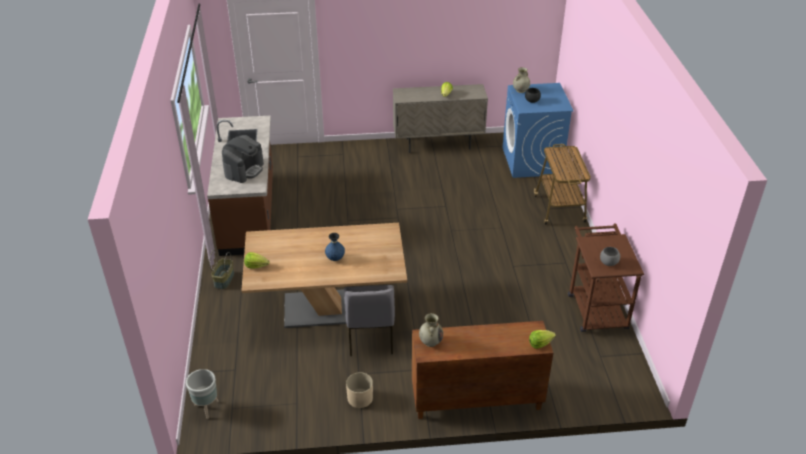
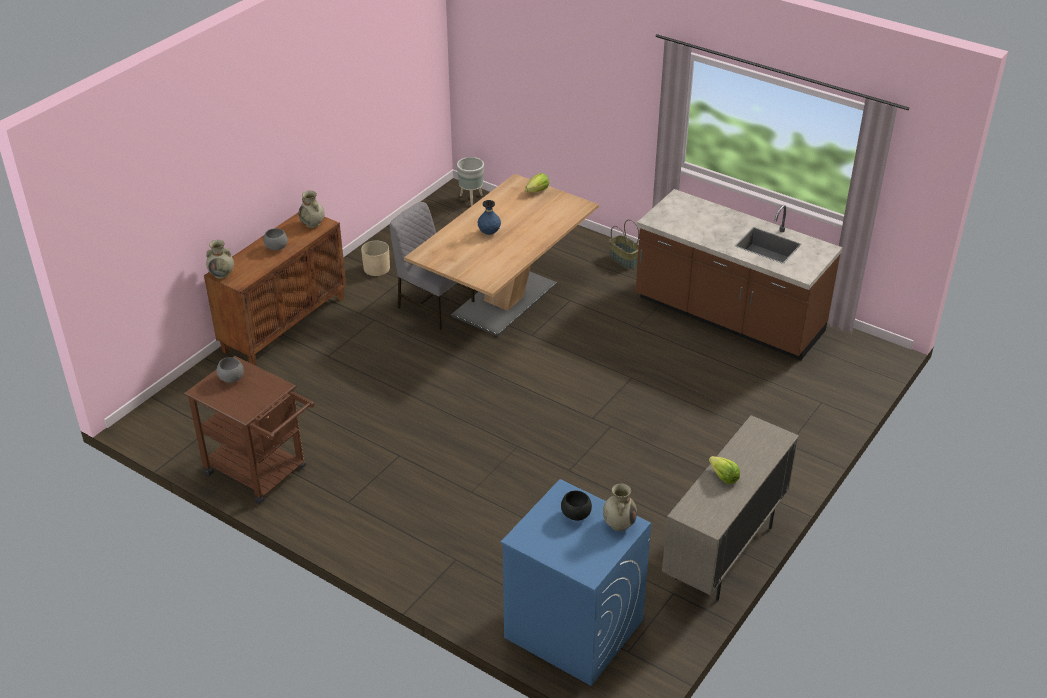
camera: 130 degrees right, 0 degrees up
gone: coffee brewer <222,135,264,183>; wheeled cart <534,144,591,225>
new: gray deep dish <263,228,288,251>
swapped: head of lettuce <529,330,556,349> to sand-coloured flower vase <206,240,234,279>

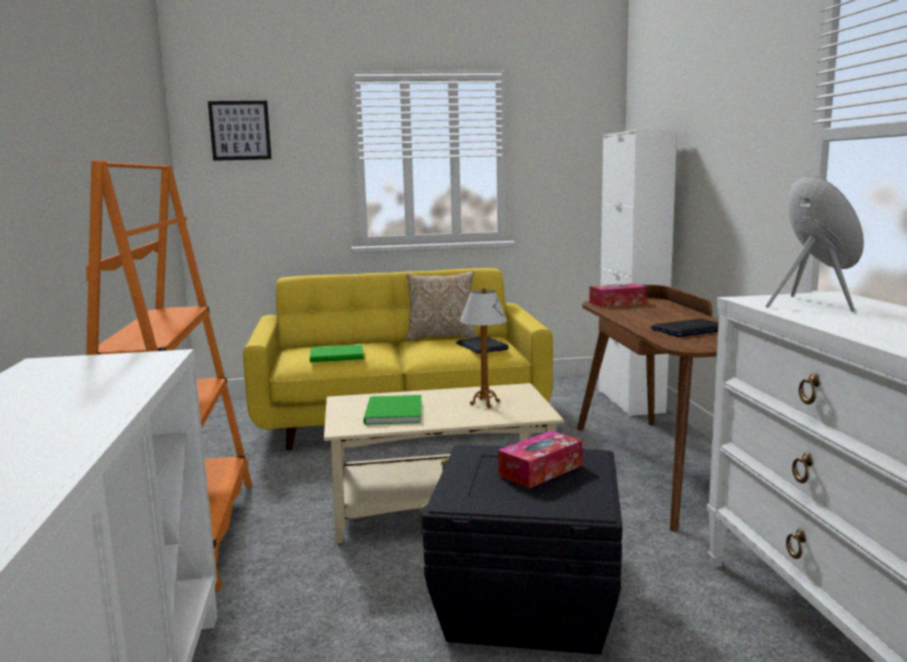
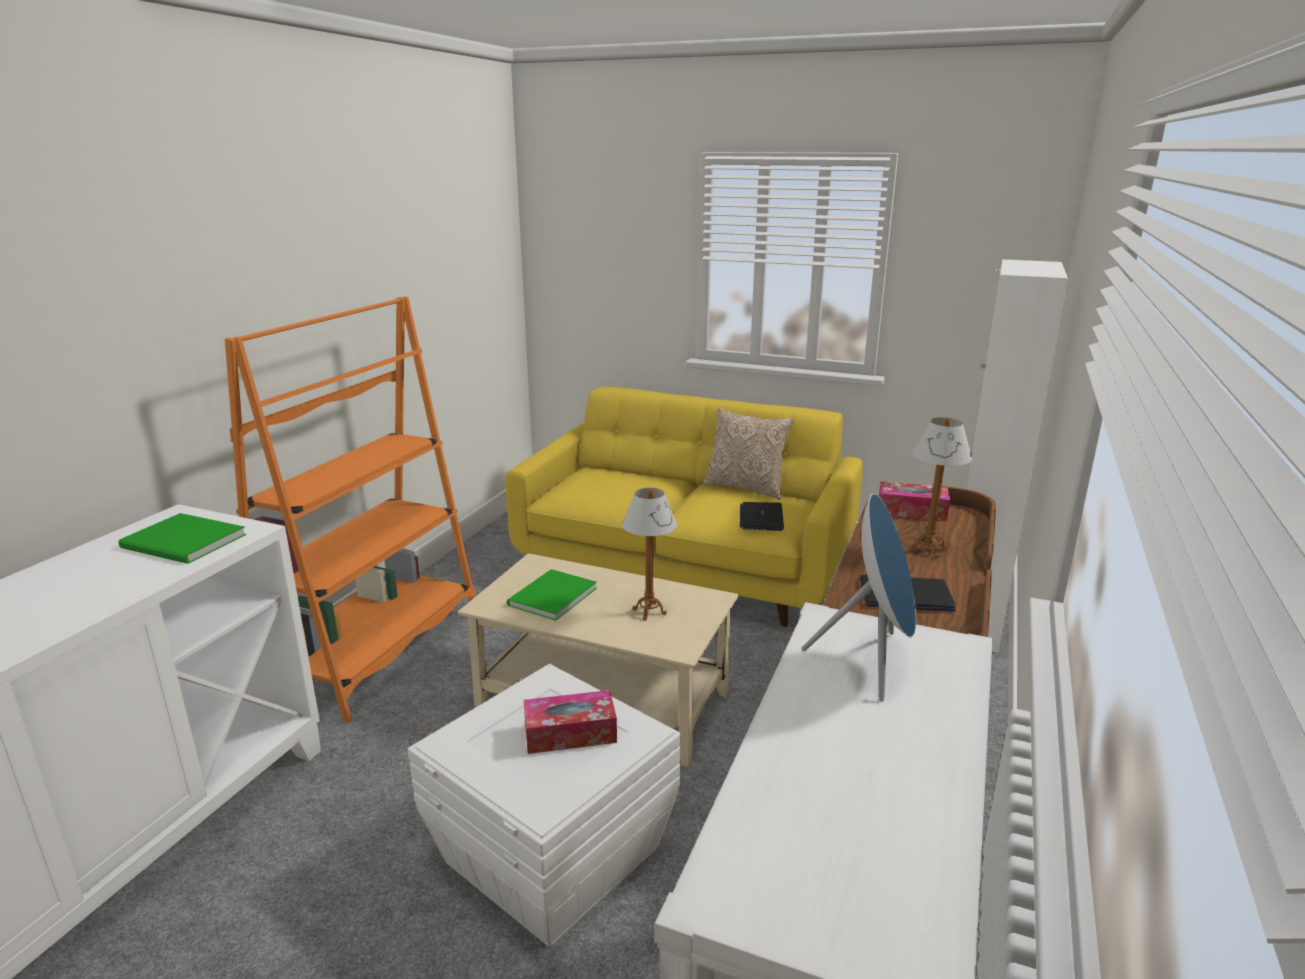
camera: 30 degrees right, 10 degrees up
gone: wall picture <208,101,272,161>
new: lamp for a table <910,417,972,558>
shifted: green bound book <310,344,364,362> to <118,513,246,564>
repainted: black storage bin <419,445,622,655> to white-coloured storage bin <408,664,681,947>

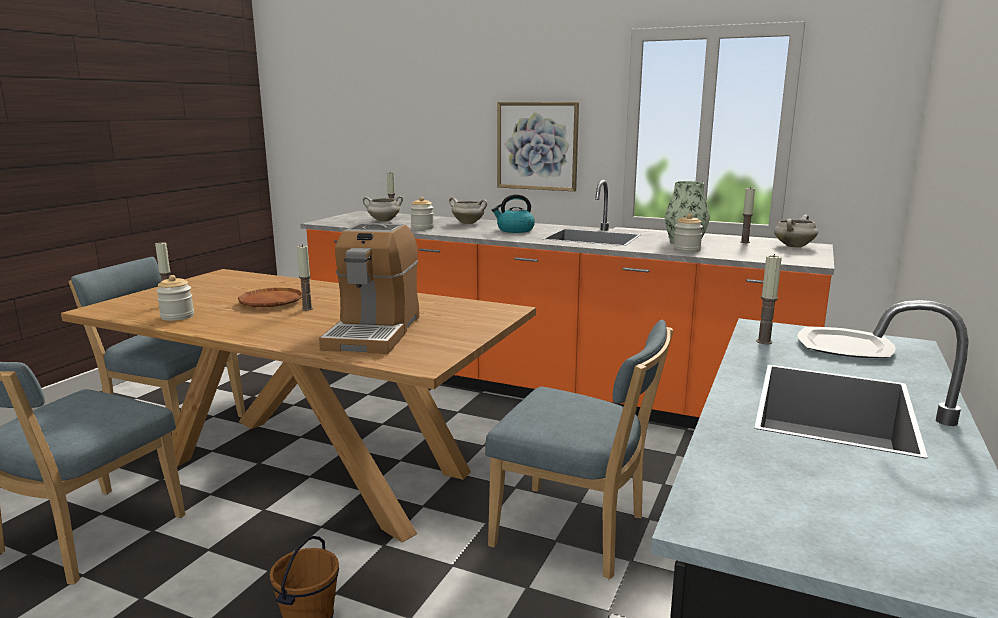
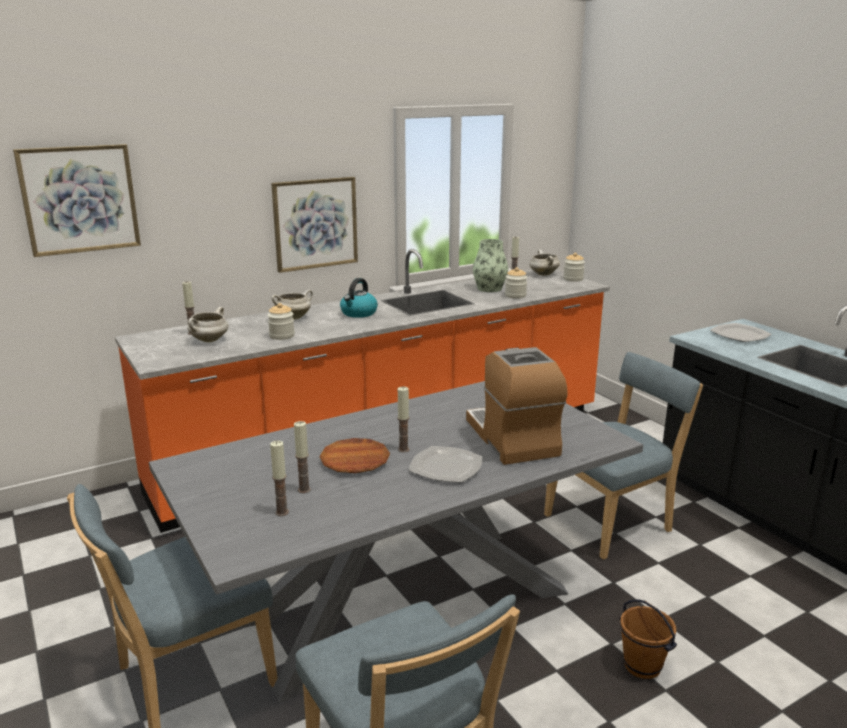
camera: 55 degrees left, 5 degrees up
new: wall picture <13,144,141,257>; plate <409,446,482,483>
shifted: wax light <756,254,782,344> to <294,421,311,493>; jar <156,275,194,321> to <563,253,585,282>
repainted: brown-coloured dinner table <61,269,536,543> to gray dinner table <149,381,643,703>
rotated: coffee brewer <319,223,419,354> = <466,347,568,465> 150 degrees counterclockwise

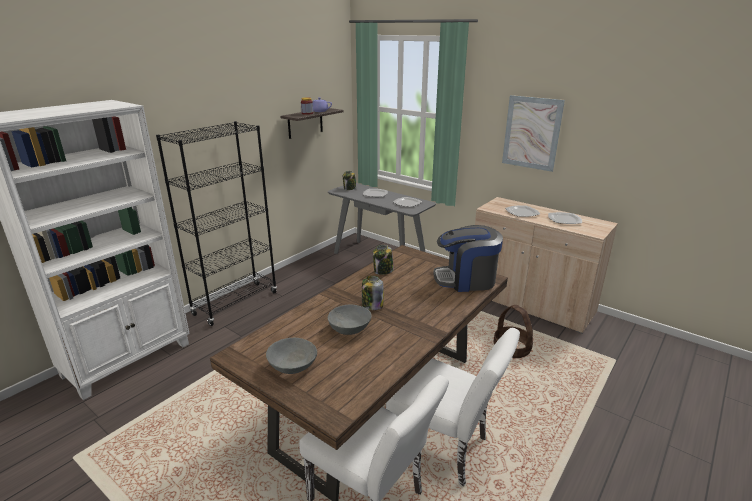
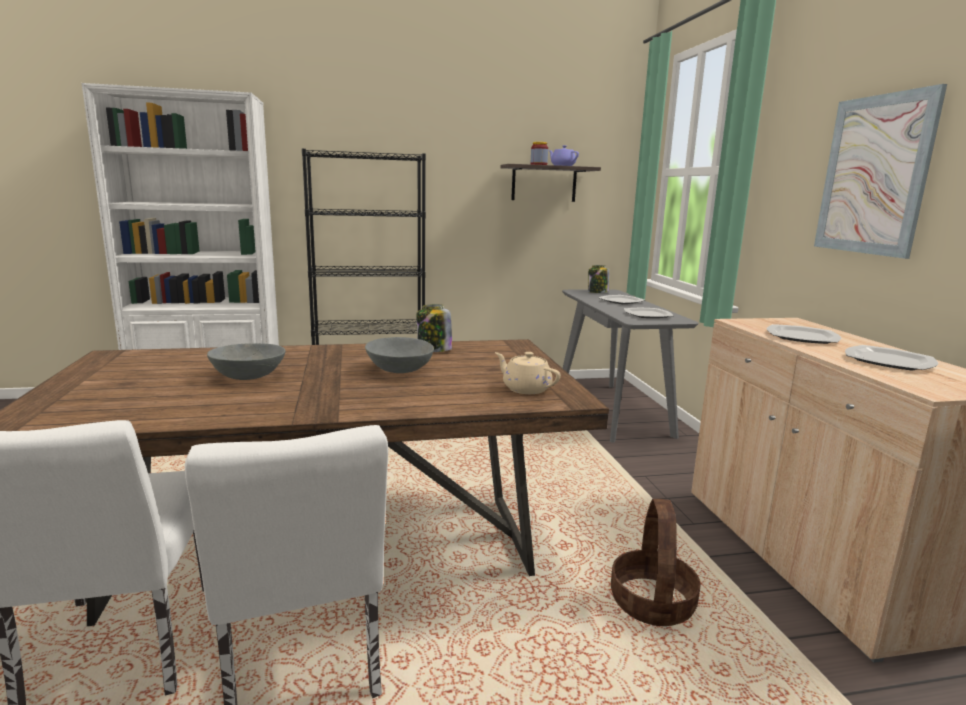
camera: 40 degrees right, 10 degrees down
gone: jar <362,276,383,310>
shifted: gray deep dish <266,338,317,374> to <365,337,434,373>
swapped: coffee brewer <433,225,503,292> to sand-coloured pot for tea <495,352,561,394>

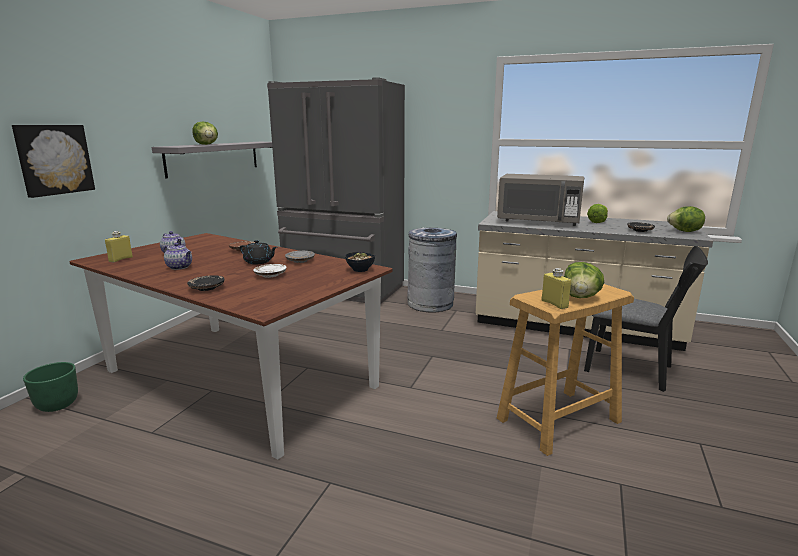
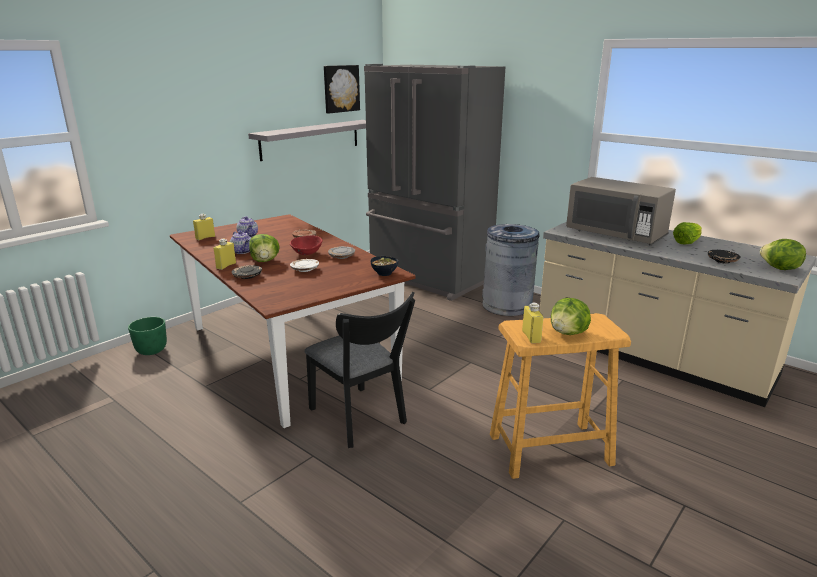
camera: 20 degrees right, 5 degrees up
new: yellowish bottle <214,239,236,270>
shifted: head of lettuce <193,122,218,145> to <249,234,280,262>; black chair <584,246,708,392> to <304,292,415,448>; wall picture <12,125,95,198> to <324,65,360,113>
swapped: black pot for tea <239,240,277,264> to reddish deep dish <290,235,323,255>

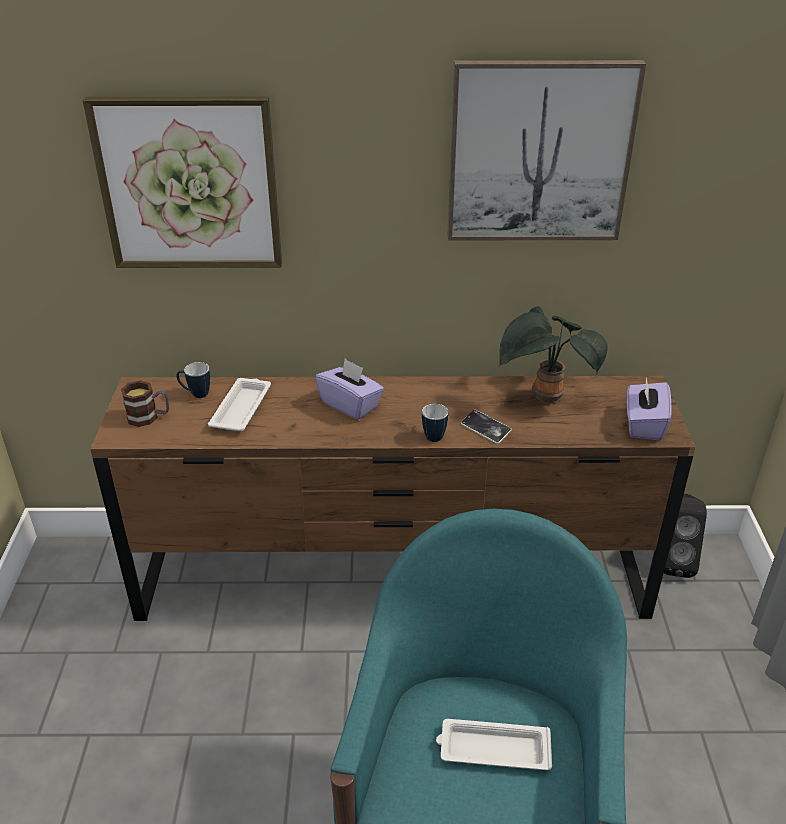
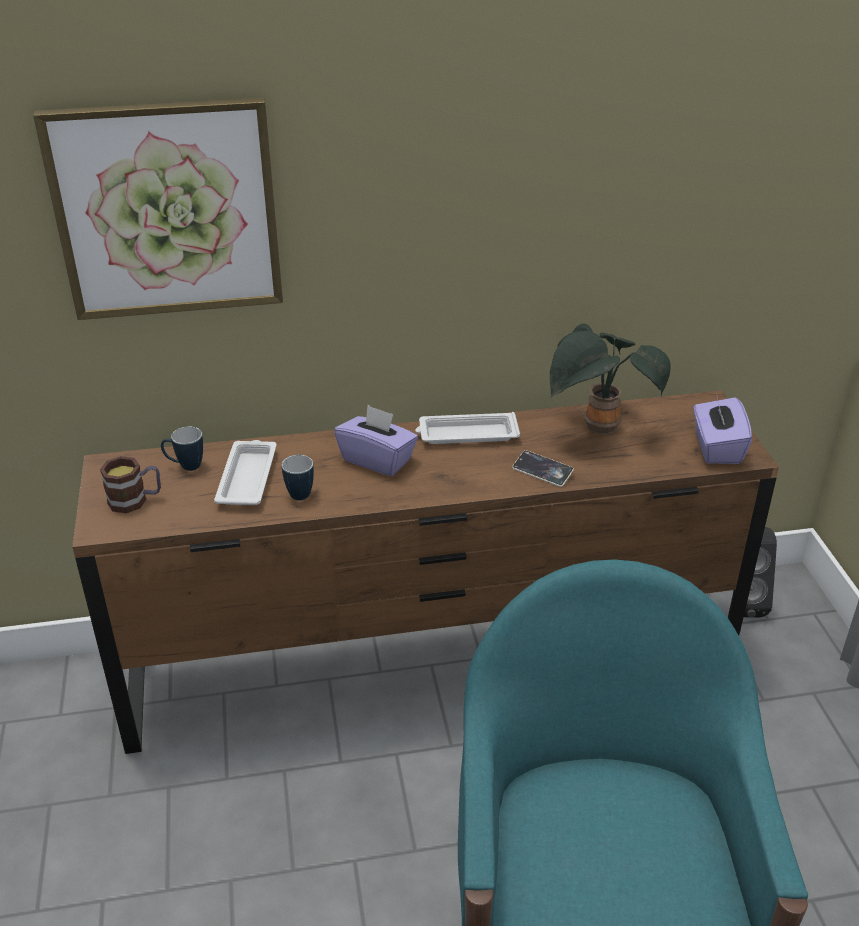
camera: 10 degrees left, 0 degrees up
gone: wall picture <447,60,646,241>
shifted: mug <422,403,448,442> to <282,454,314,500>; white-coloured serving tray <436,719,552,770> to <415,412,520,444>

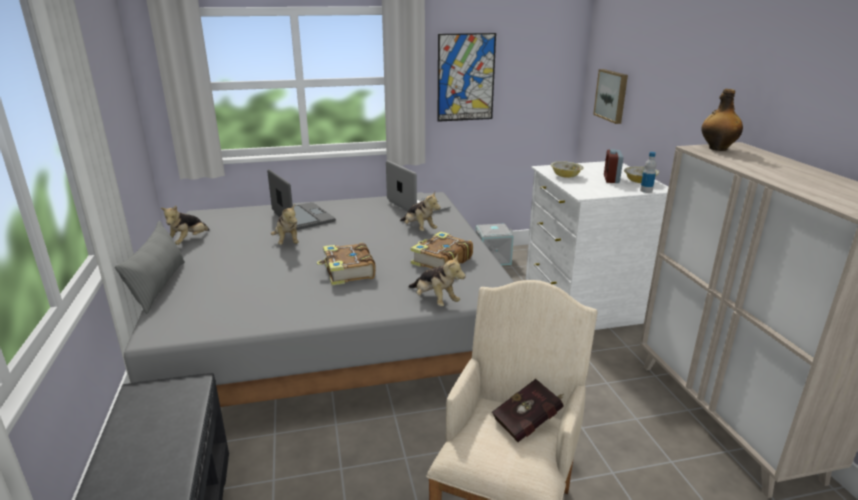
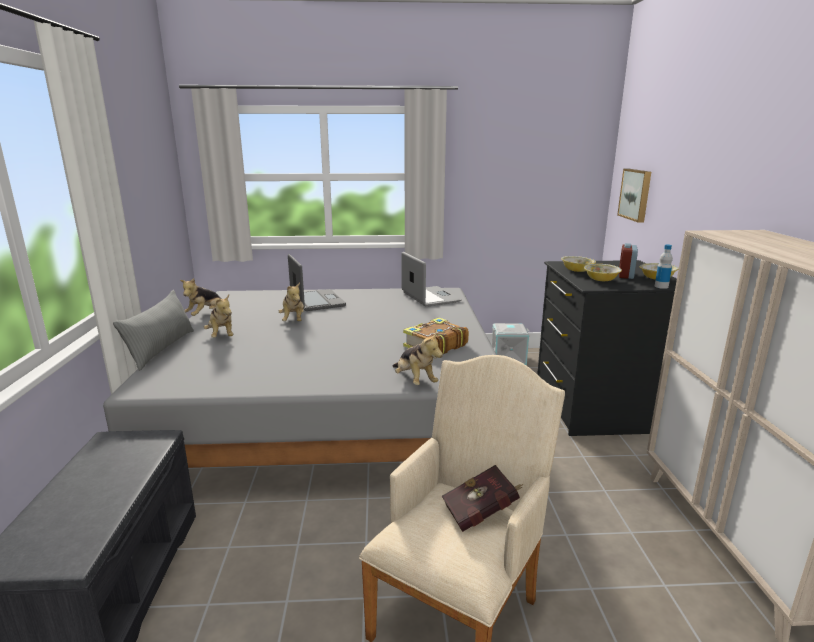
camera: 10 degrees right, 5 degrees down
gone: bound book <317,243,376,285>; wall picture <438,33,496,122>; bottle <702,89,743,151>
new: deep dish <584,264,622,281>
shifted: plush toy <400,192,441,231> to <204,295,234,338>
repainted: white-coloured drawer chest <526,161,669,330> to black drawer chest <537,260,677,436>

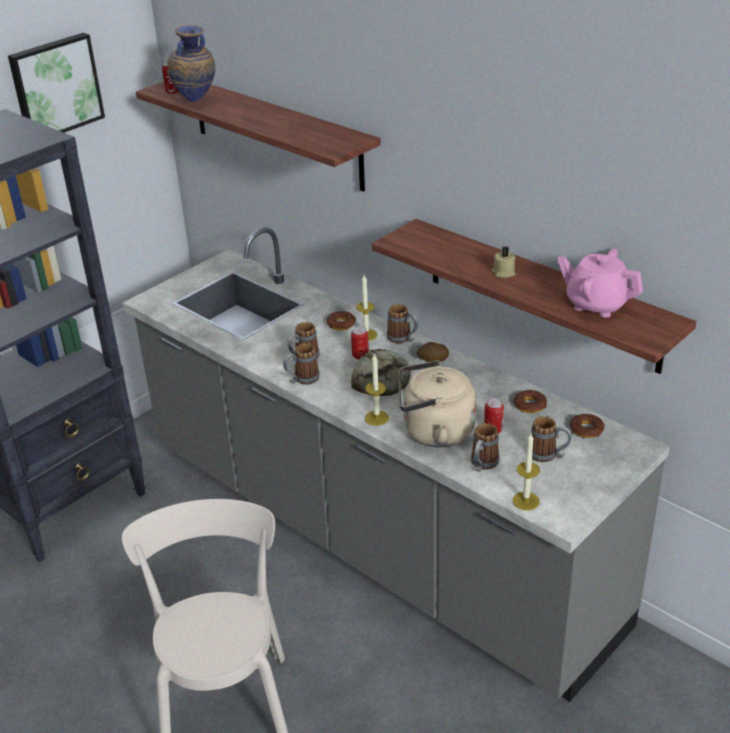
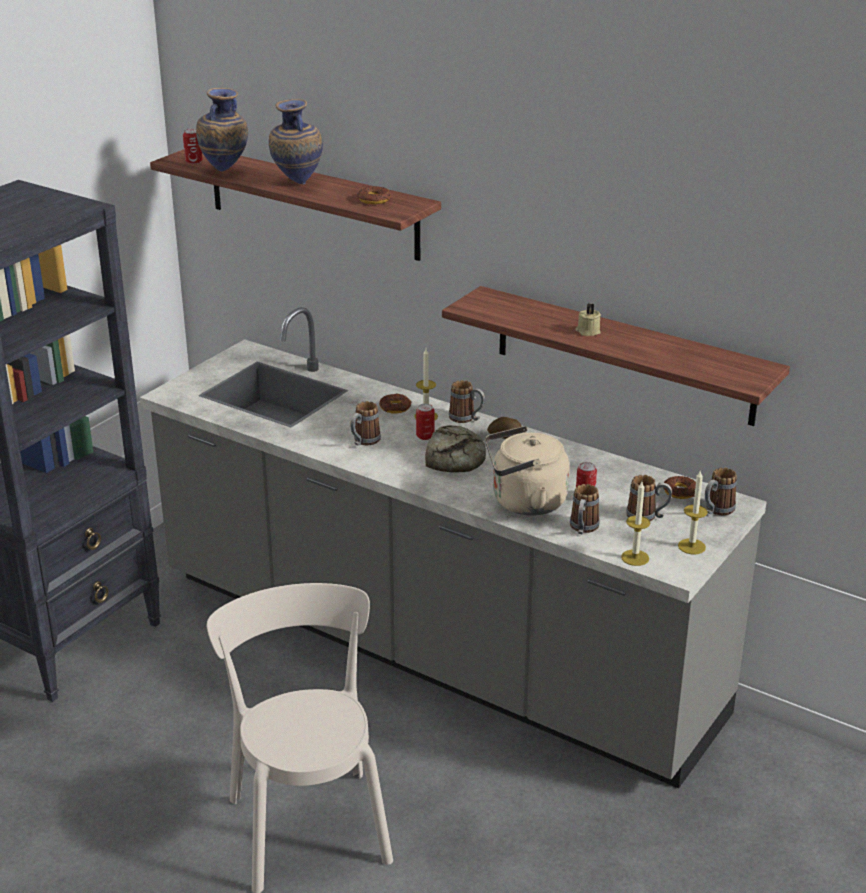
camera: 10 degrees left, 5 degrees down
gone: wall picture <8,33,105,133>; pinkish pot for tea <557,249,643,318>
new: flower vase <269,99,323,184>
shifted: doughnut <514,390,547,413> to <357,186,391,204>; wax light <365,353,389,426> to <678,471,708,554>; mug <283,343,320,385> to <705,468,737,515>

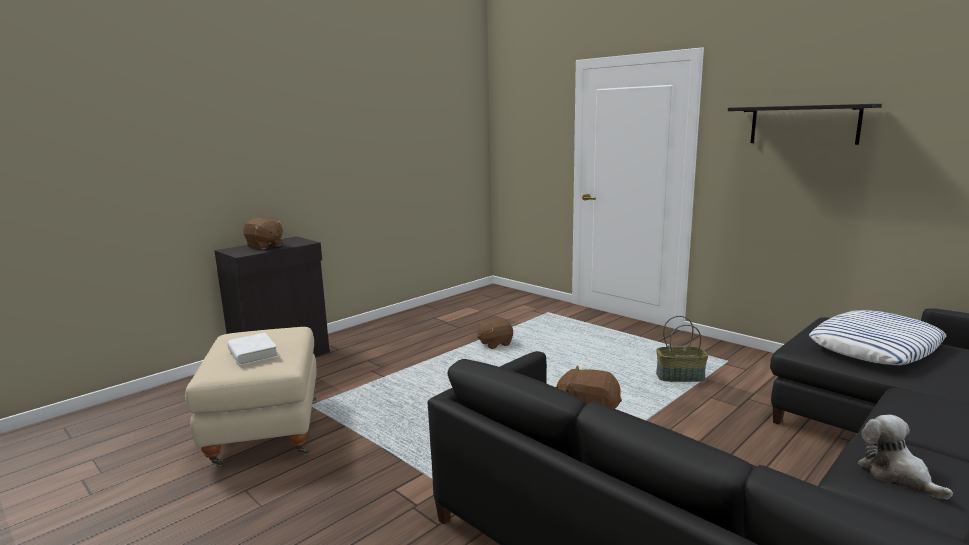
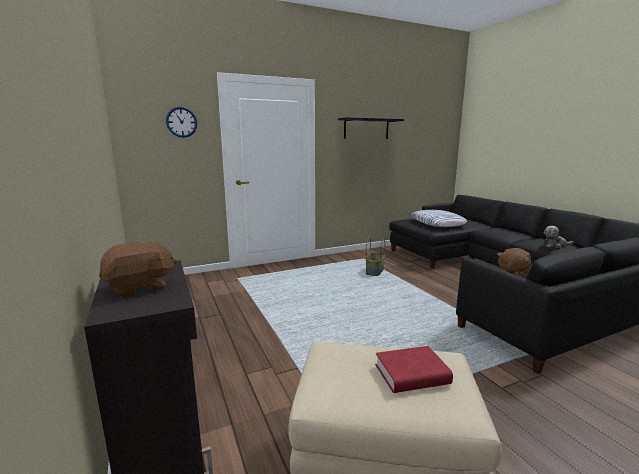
camera: 70 degrees left, 0 degrees up
gone: brown-coloured plush toy <477,318,513,349>
new: clock on the wall <166,107,197,138>
repainted: white-coloured bound book <227,333,278,366> to reddish bound book <375,346,453,393>

